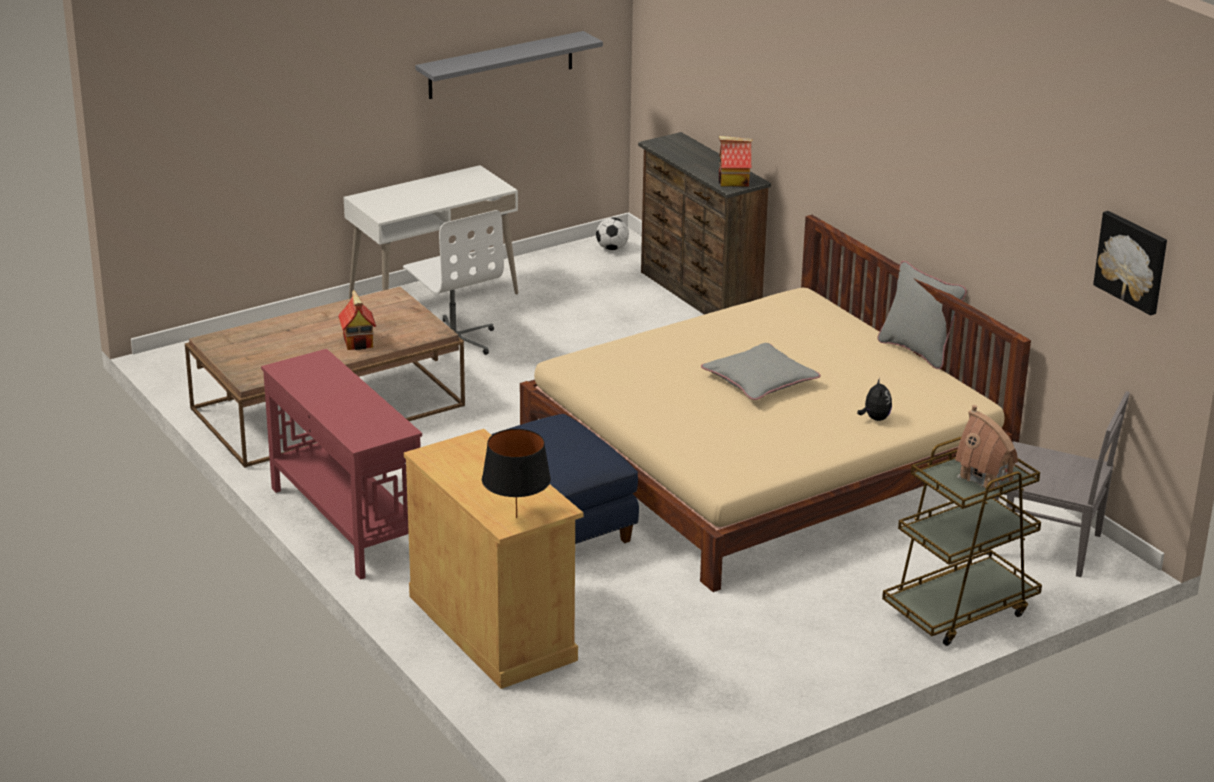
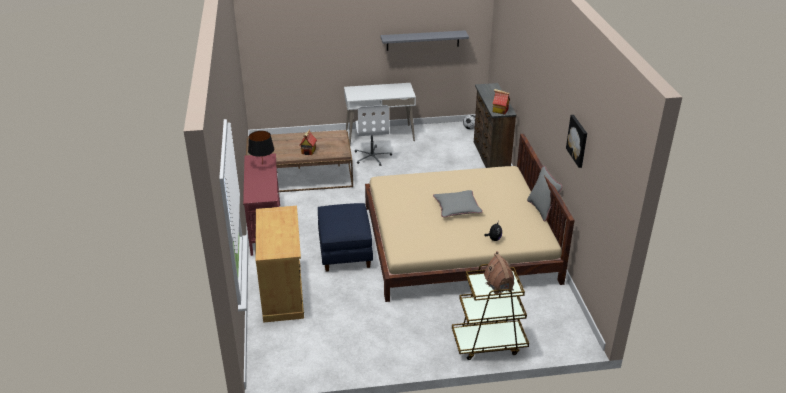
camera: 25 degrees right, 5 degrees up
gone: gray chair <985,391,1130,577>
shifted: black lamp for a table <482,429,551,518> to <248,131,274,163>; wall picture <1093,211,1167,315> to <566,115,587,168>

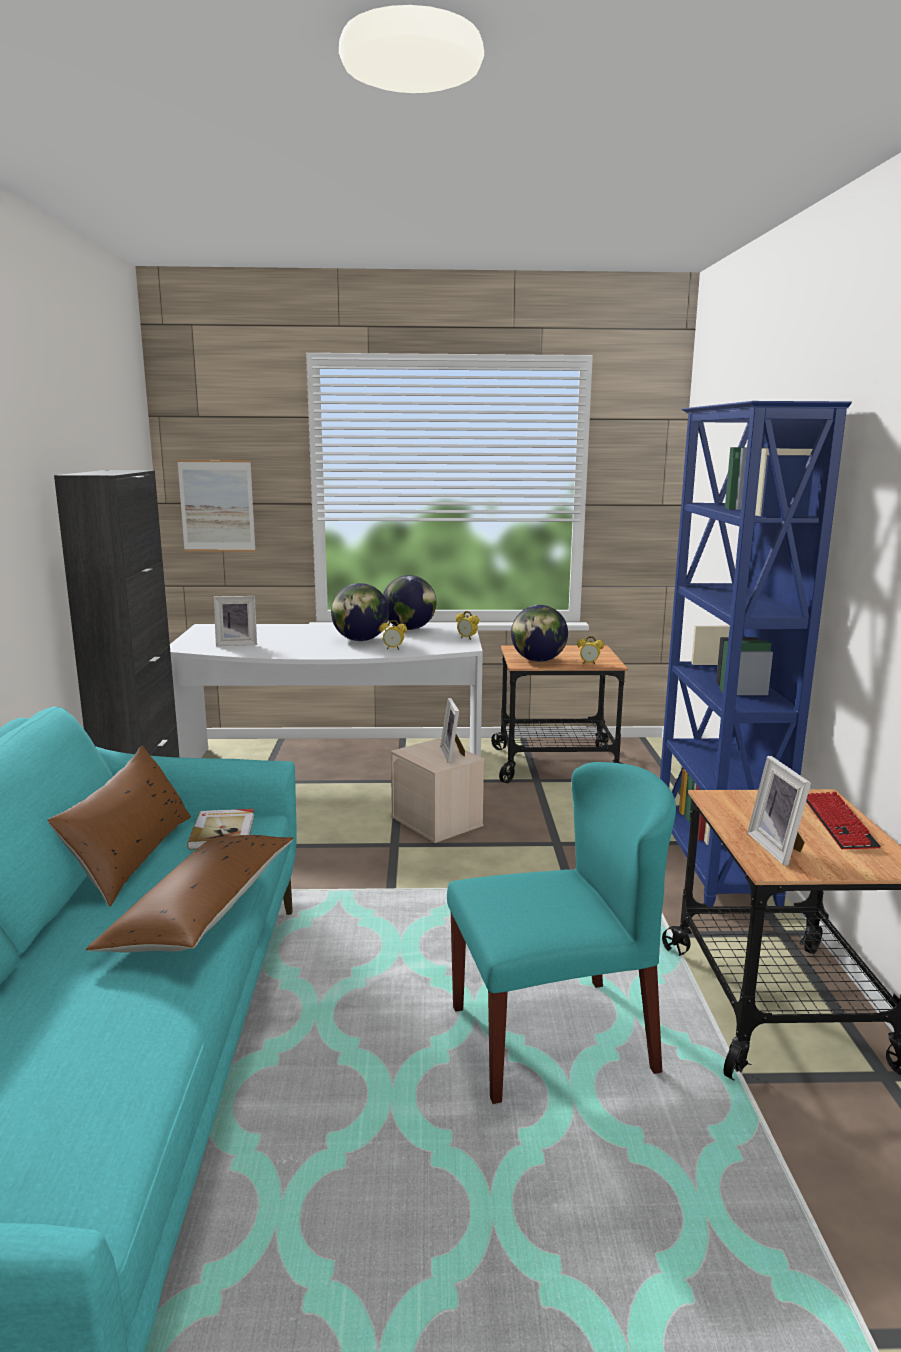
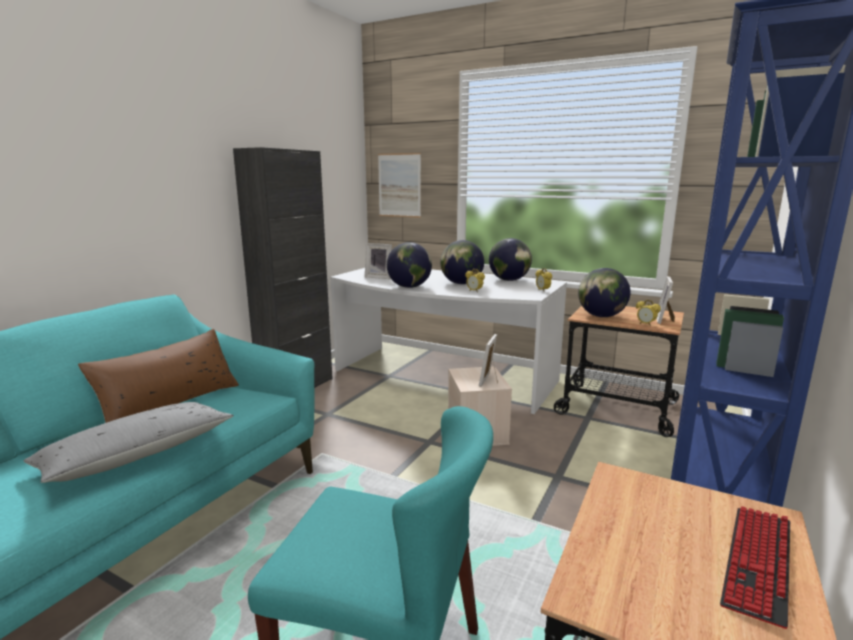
camera: 30 degrees right, 0 degrees up
gone: bound book <187,809,255,850>
new: world globe <387,242,432,288>
shifted: picture frame <747,756,811,866> to <656,276,675,324>
repainted: brown-coloured cushion <86,835,294,953> to gray cushion <24,402,234,483>

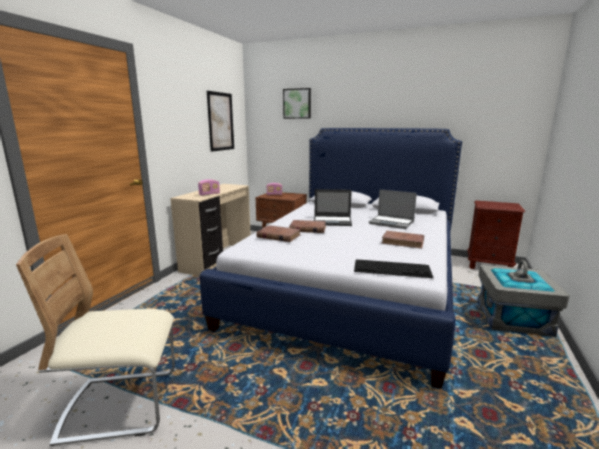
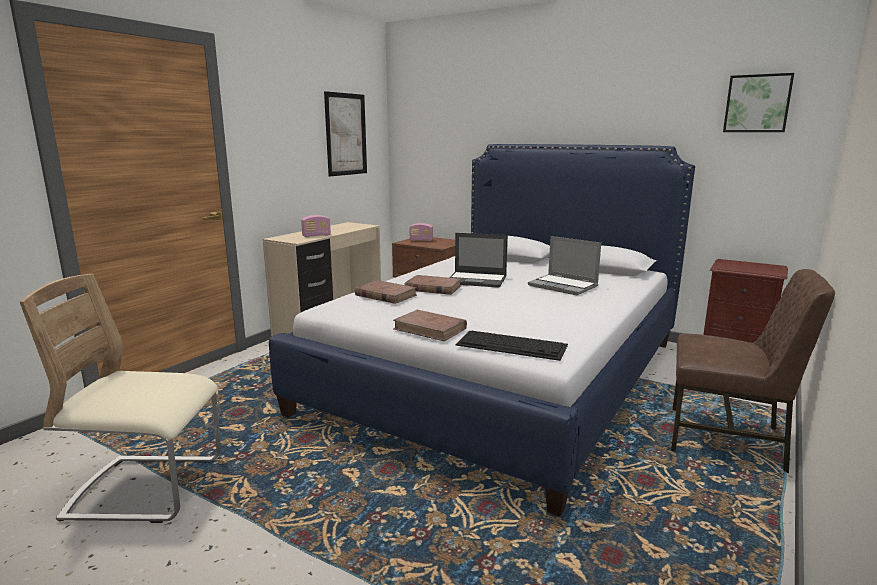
camera: 10 degrees right, 0 degrees up
shifted: brown-coloured bound book <382,231,424,249> to <393,310,467,341>; wall picture <283,88,311,119> to <723,73,794,132>
swapped: gray storage bin <477,260,570,337> to brown-coloured chair <671,269,835,473>

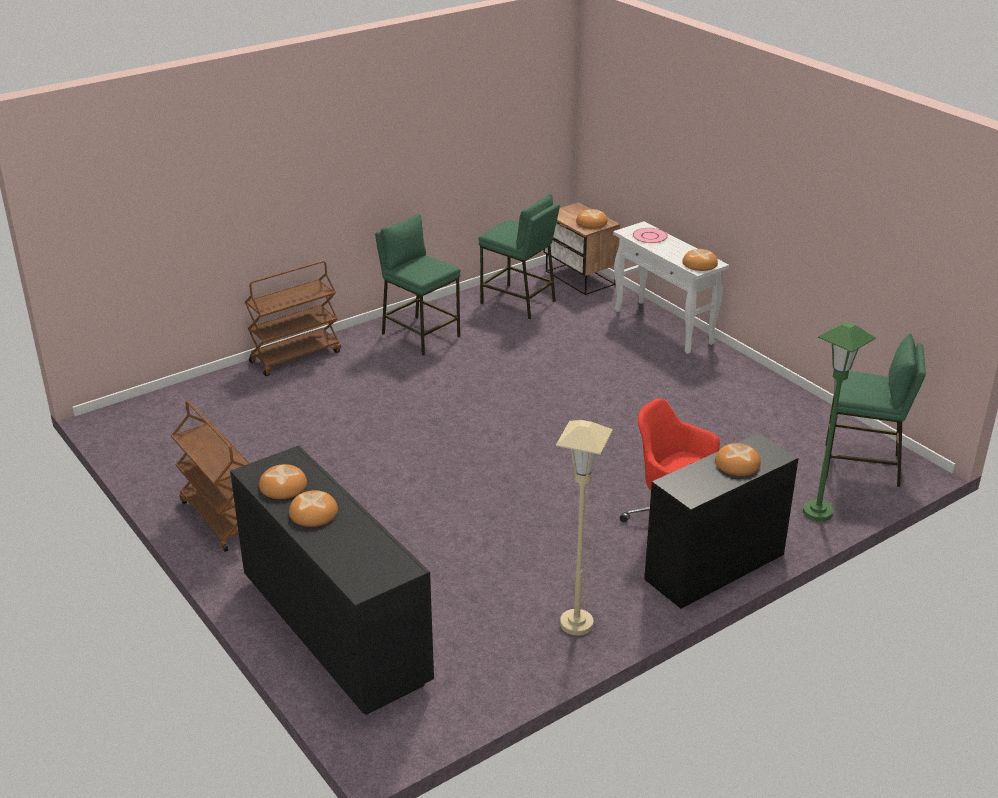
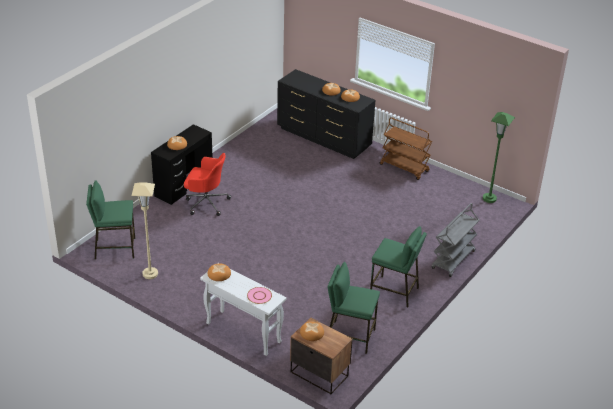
camera: 160 degrees right, 5 degrees up
shifted: sand-coloured floor lamp <556,420,613,636> to <132,182,158,279>; green floor lamp <803,322,876,522> to <483,112,515,203>
repainted: brown-coloured wheeled cart <245,261,341,376> to gray wheeled cart <432,203,479,277>

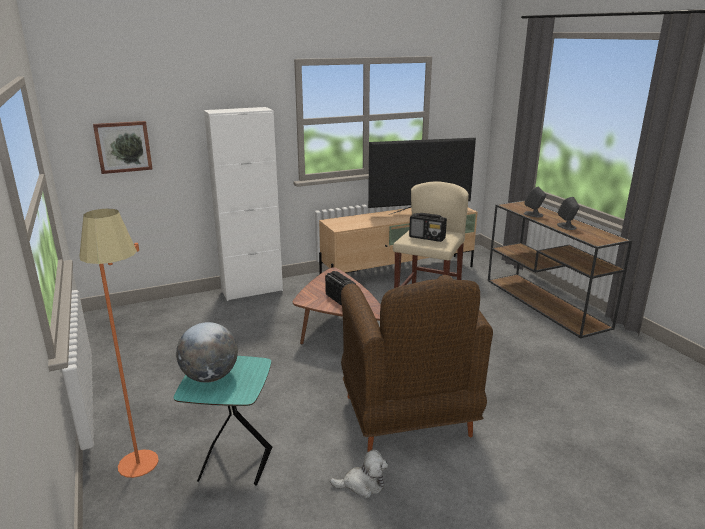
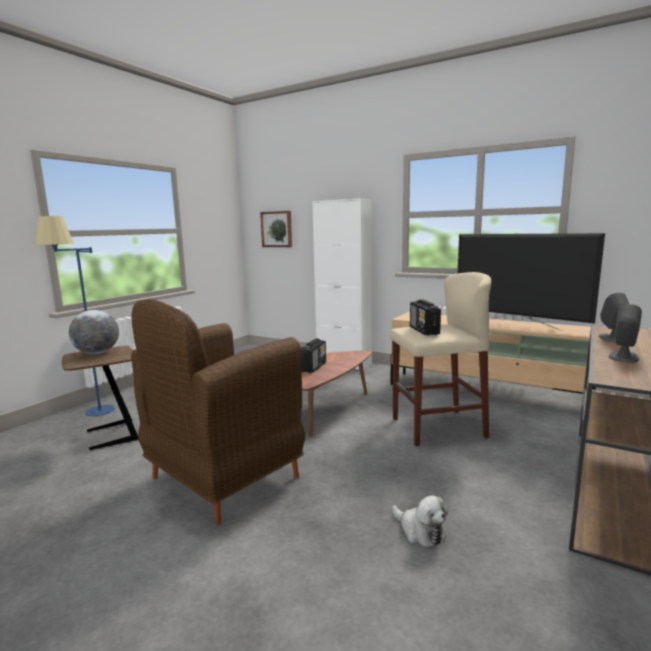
camera: 55 degrees right, 10 degrees down
shifted: plush toy <330,449,388,498> to <392,495,448,547>
repainted: orange floor lamp <79,209,159,478> to bluish floor lamp <34,216,115,416>; blue-green end table <174,356,272,486> to brown-coloured end table <62,346,139,450>

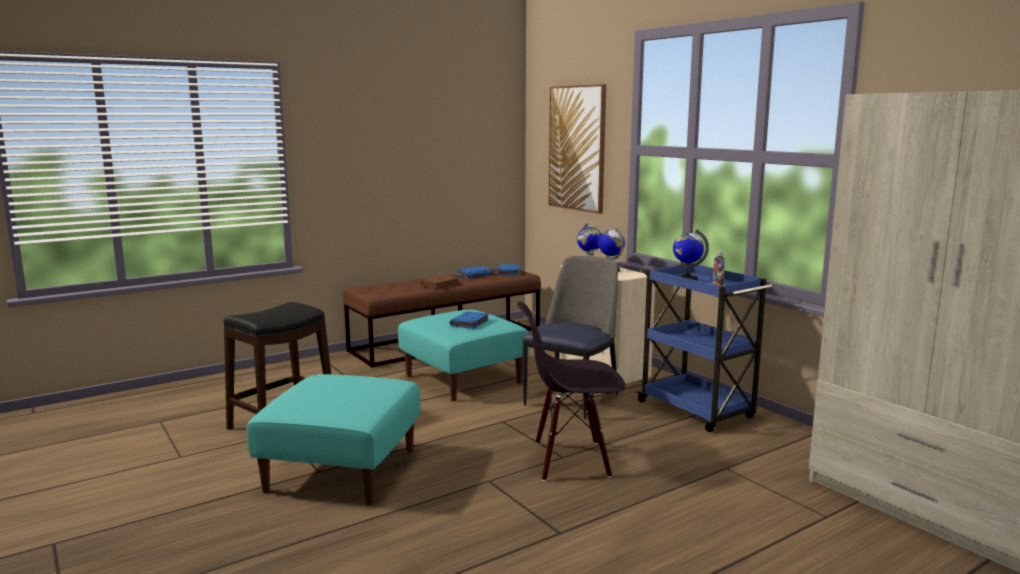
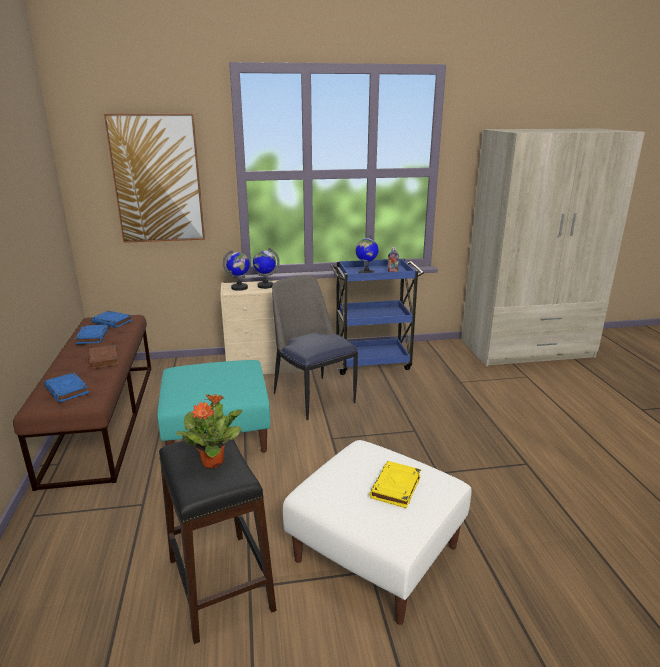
camera: 65 degrees left, 10 degrees up
gone: black chair <517,302,625,481>
new: potted plant <176,394,243,468>; yellowish bound book <369,461,421,508>
shifted: bluish bound book <450,311,489,329> to <44,372,89,402>
repainted: blue-green ottoman <247,374,420,505> to white-coloured ottoman <283,440,471,625>

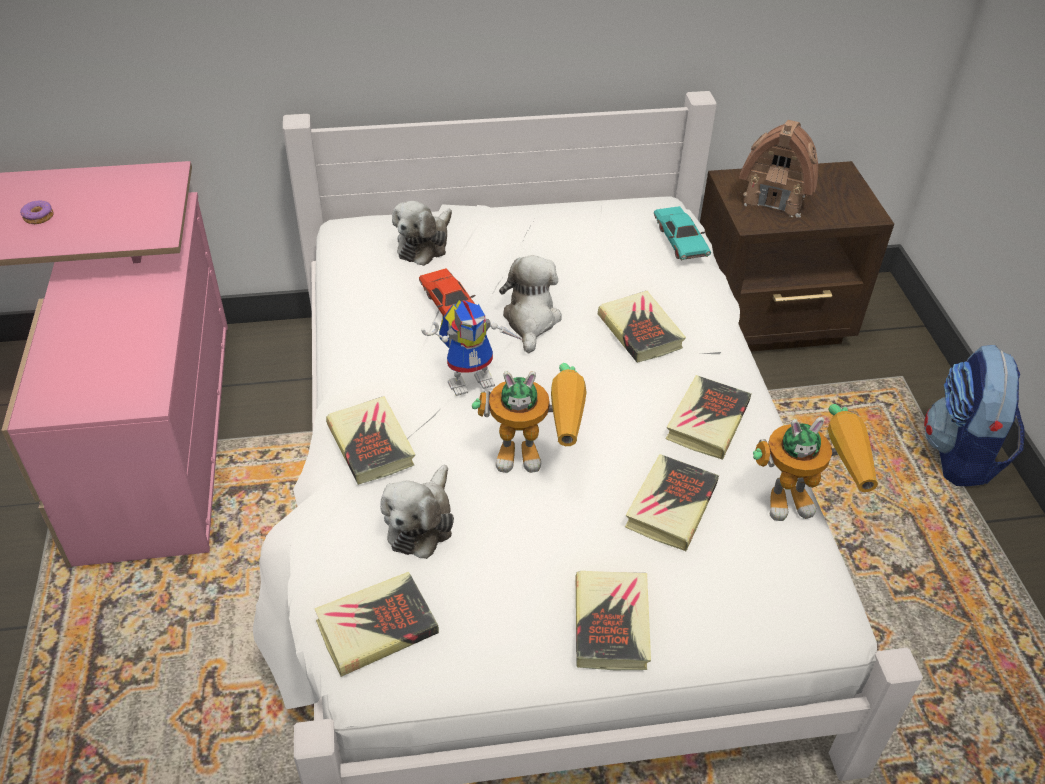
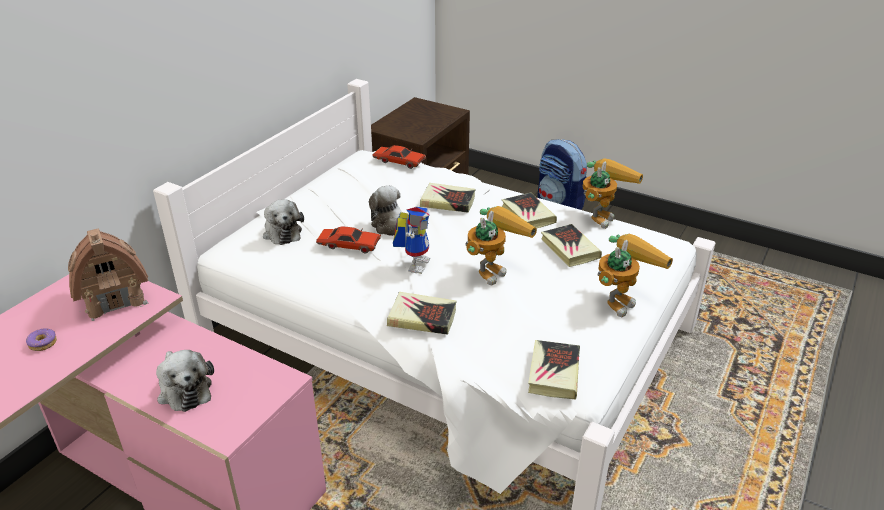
camera: 50 degrees left, 10 degrees down
shifted: toy house <739,120,818,218> to <68,228,148,321>; plush toy <380,465,454,559> to <156,350,214,412>
swapped: bound book <576,571,651,670> to robot figure <598,234,673,317>
repainted: blue-green model car <654,206,711,261> to reddish model car <373,145,426,169>

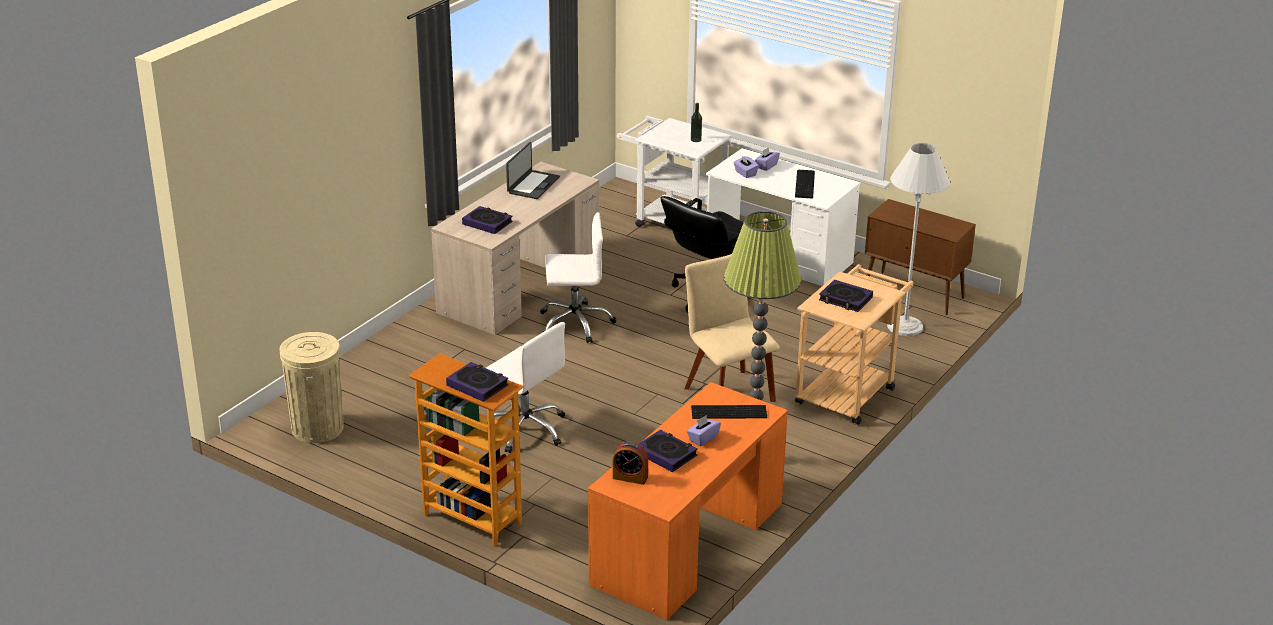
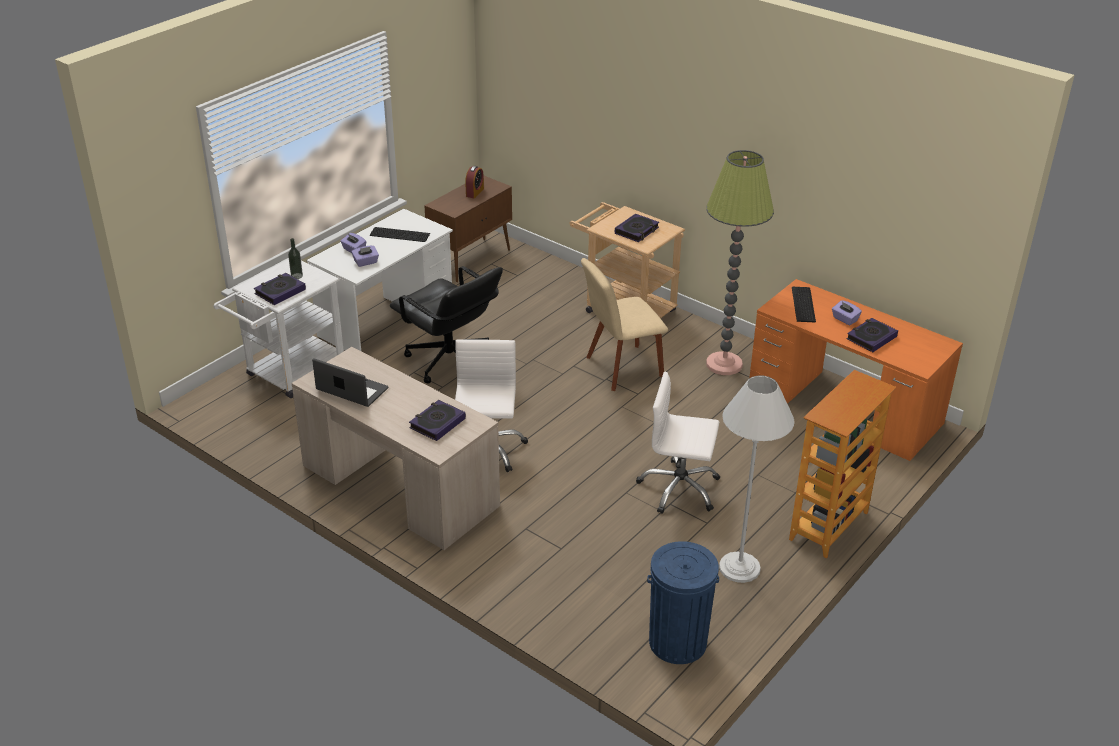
camera: 85 degrees left, 5 degrees up
shifted: bound book <446,362,509,402> to <254,273,306,305>; alarm clock <613,441,648,485> to <465,166,484,198>; white-coloured floor lamp <887,143,950,336> to <719,375,794,583>
repainted: sand-coloured waste bin <279,332,344,443> to bluish waste bin <647,541,719,664>
rotated: white-coloured desk chair <486,322,565,453> = <636,372,720,514> 120 degrees counterclockwise

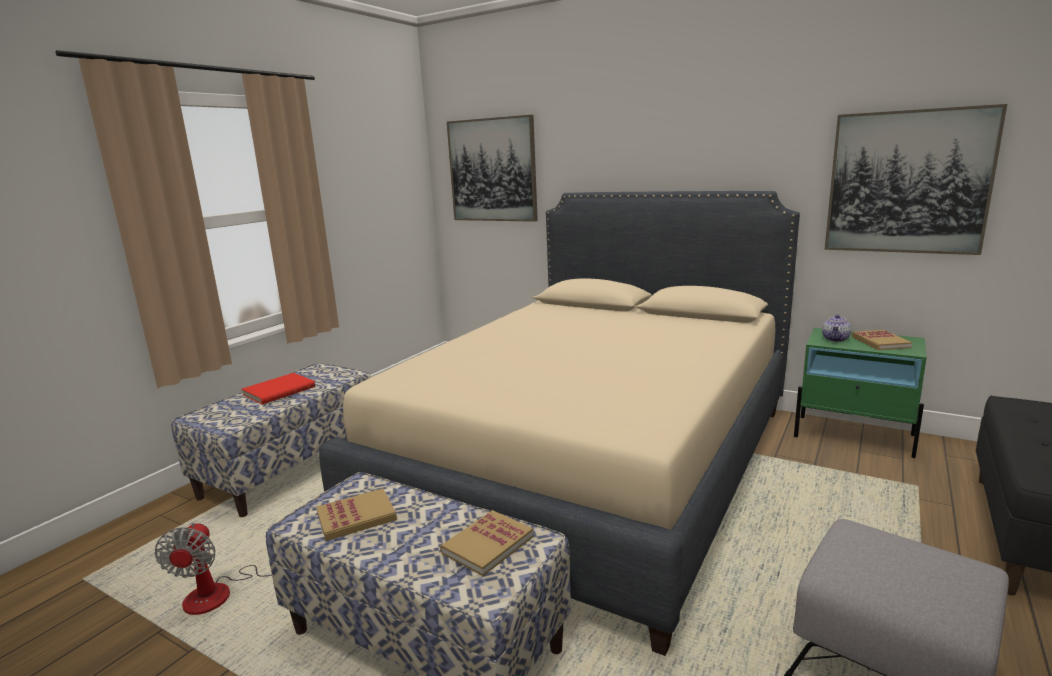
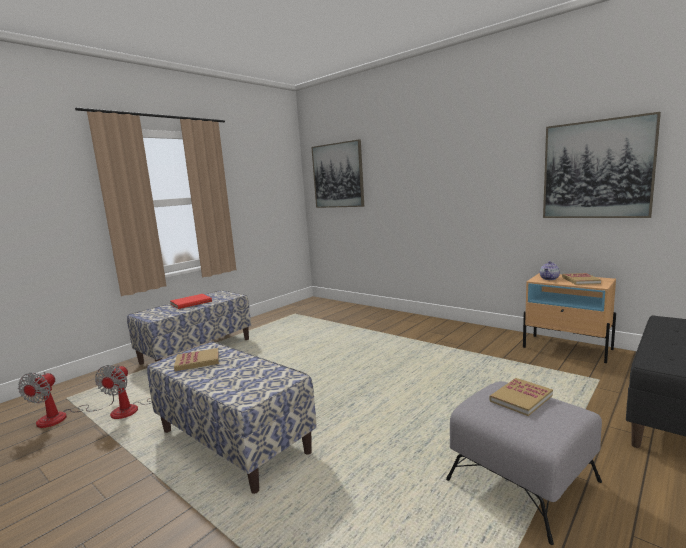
camera: 10 degrees right, 5 degrees down
gone: sand-coloured bed <319,191,800,656>
new: cooling fan <18,372,116,428>
shifted: bound book <440,510,534,576> to <489,378,553,416>
repainted: green night table <794,328,927,458> to sand-coloured night table <523,273,616,363>

